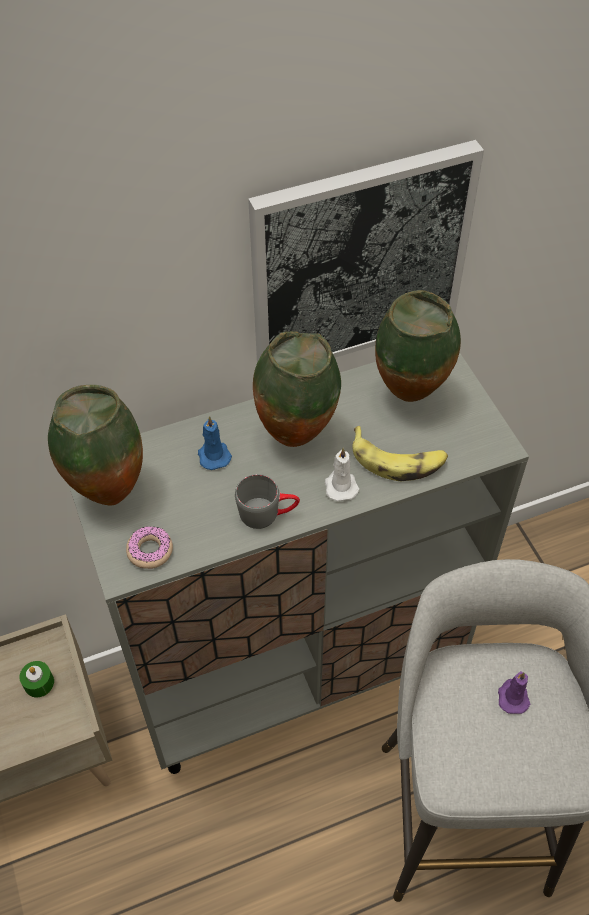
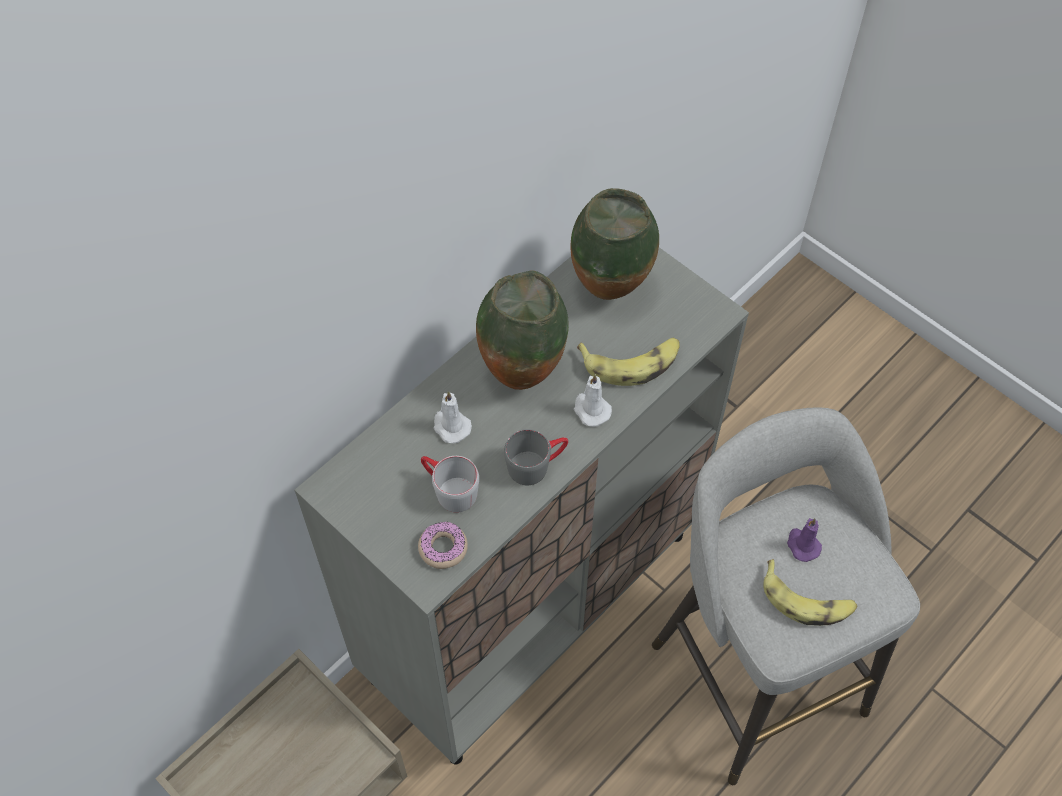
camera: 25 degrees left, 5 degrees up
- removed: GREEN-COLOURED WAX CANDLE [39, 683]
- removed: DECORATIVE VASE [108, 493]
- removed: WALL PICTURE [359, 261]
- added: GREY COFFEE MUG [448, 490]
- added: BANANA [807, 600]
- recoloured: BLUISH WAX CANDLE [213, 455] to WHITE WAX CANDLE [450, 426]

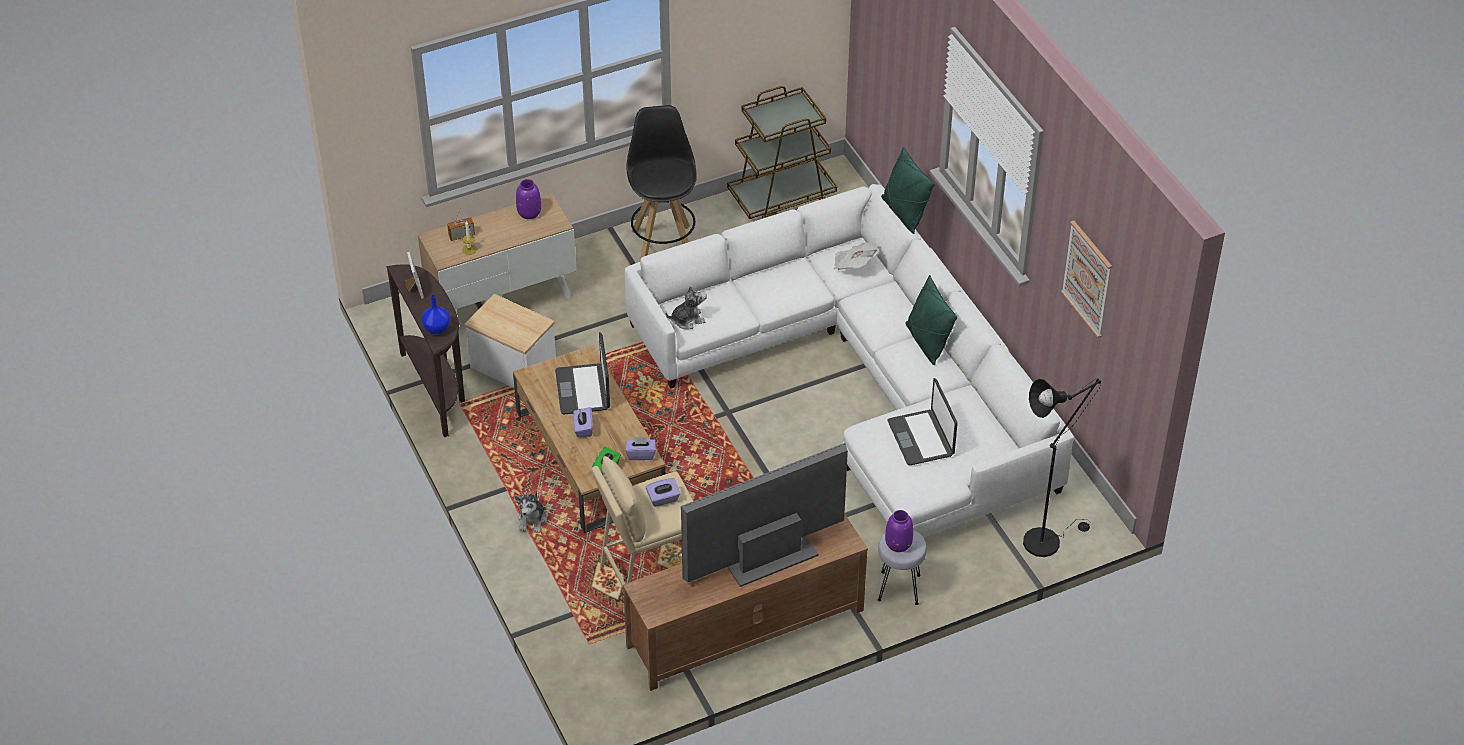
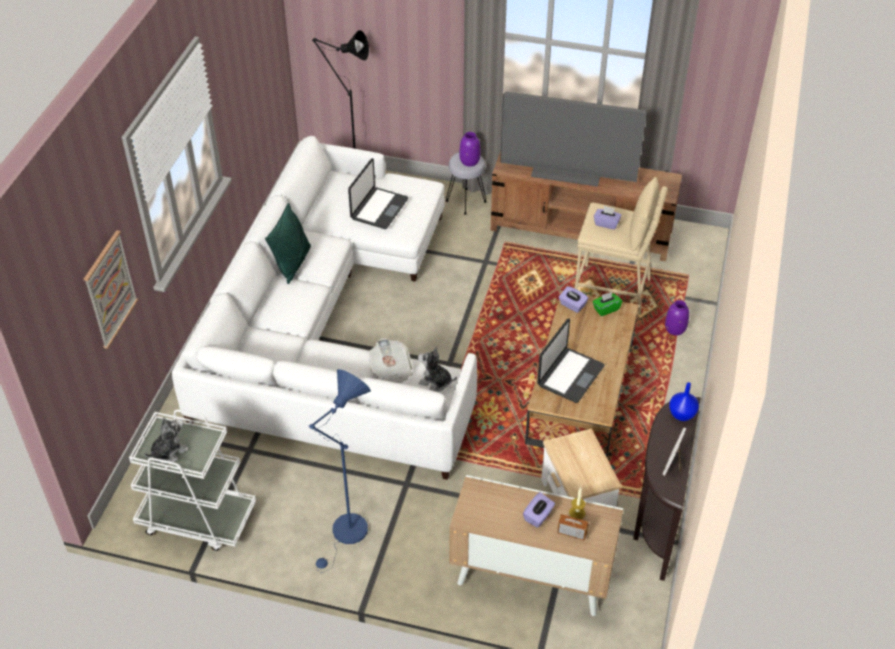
camera: 140 degrees left, 0 degrees up
- removed: GREEN-COLOURED THROW PILLOW [904, 213]
- moved: PLUSH TOY [532, 520] to [169, 451]
- moved: PURPLISH DECORATIVE VASE [529, 213] to [675, 329]
- moved: PURPLISH TISSUE HOLDER [583, 428] to [538, 516]
- moved: DAILY PAPER [854, 265] to [391, 371]
- moved: WALL PICTURE [1087, 278] to [110, 289]
- replaced: BLACK STOOL [664, 248] to BLUISH STANDING LAMP [347, 535]
- recoloured: BROWNISH TROLLEY [782, 197] to WHITE TROLLEY [196, 518]

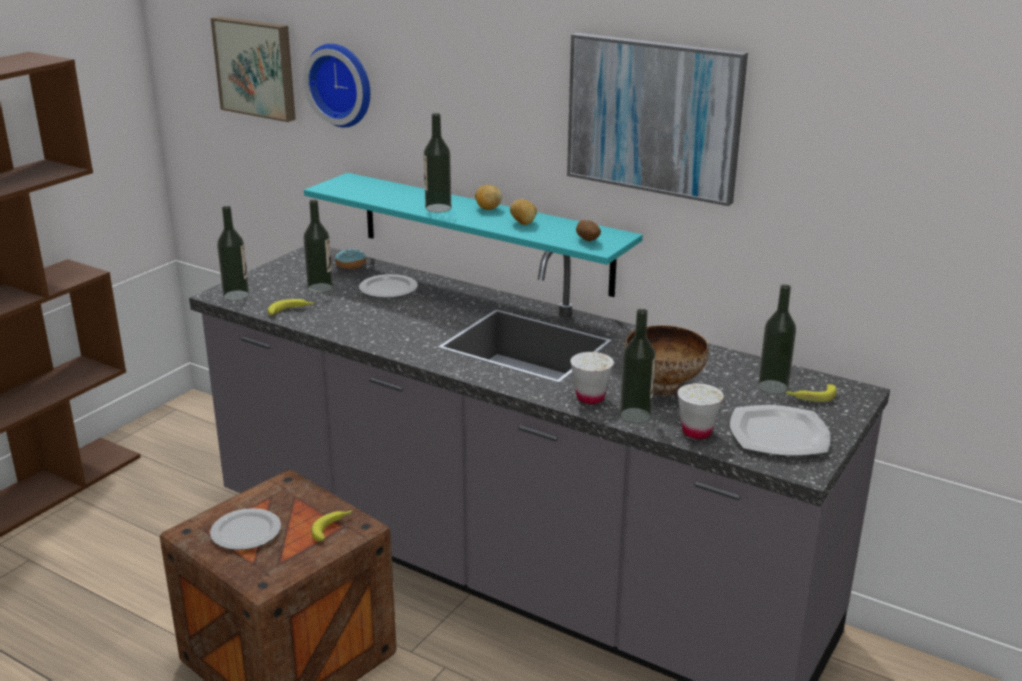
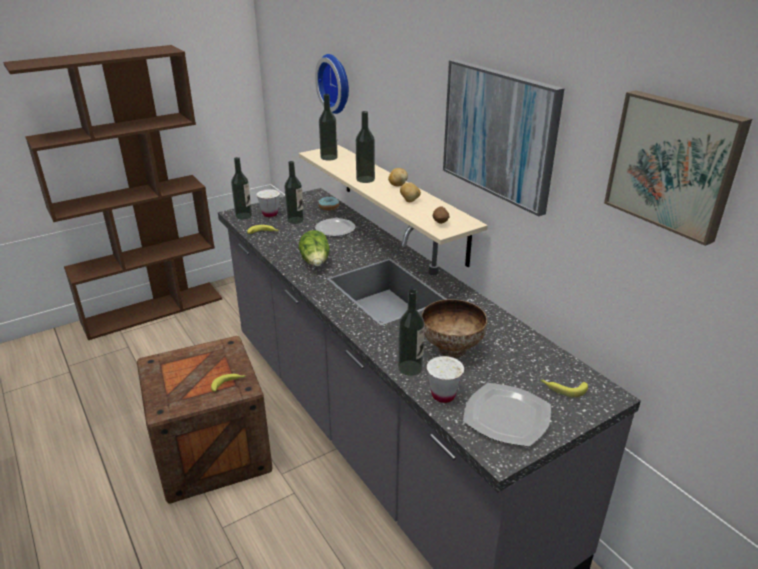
camera: 25 degrees right, 5 degrees up
- removed: DINNER PLATE [245, 532]
- added: HEAD OF LETTUCE [316, 262]
- moved: WALL PICTURE [257, 68] to [674, 164]
- moved: WHITE DRINKING CUP [590, 398] to [270, 214]
- moved: DRINK BOTTLE [773, 387] to [329, 157]
- recoloured: BLUE-GREEN BRACKET SHELF [484, 233] to SAND-COLOURED BRACKET SHELF [401, 202]

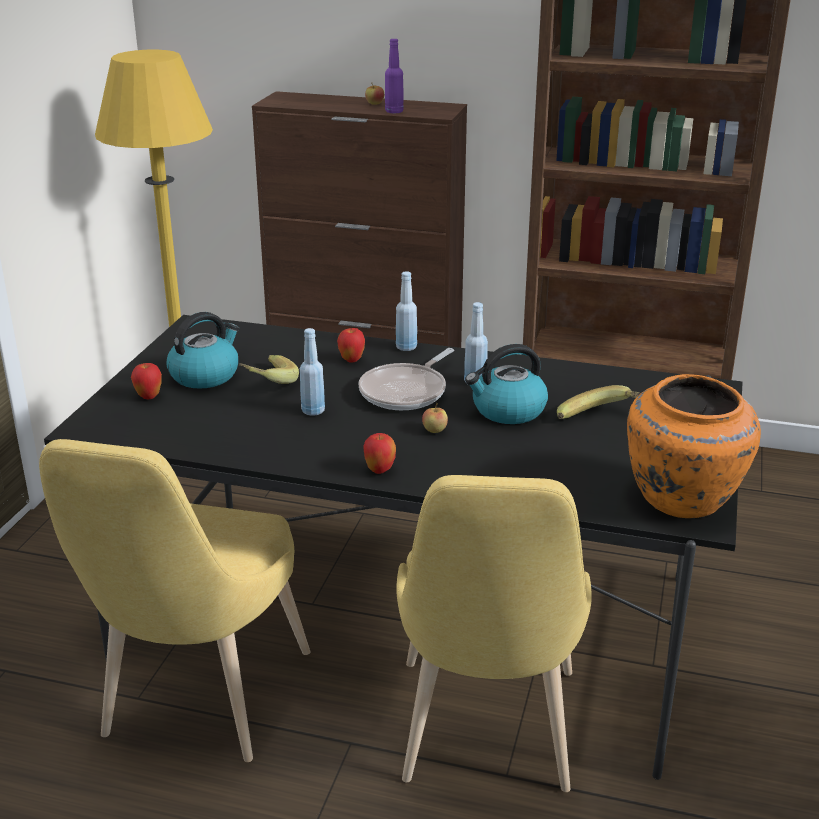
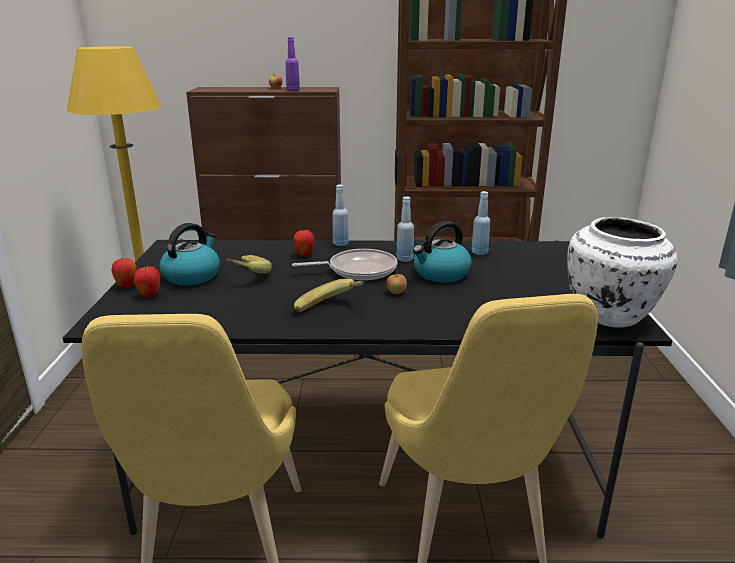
camera: 15 degrees left, 5 degrees down
- moved: BLUISH DRINK BOTTLE [313, 411] to [479, 252]
- moved: WHOLE APPLE [380, 470] to [127, 286]
- moved: BANANA [599, 420] to [330, 310]
- recoloured: ORANGE DECORATIVE VASE [682, 501] to WHITE DECORATIVE VASE [610, 316]
- turned: SKILLET [406, 391] = [358, 270] 120 degrees counterclockwise

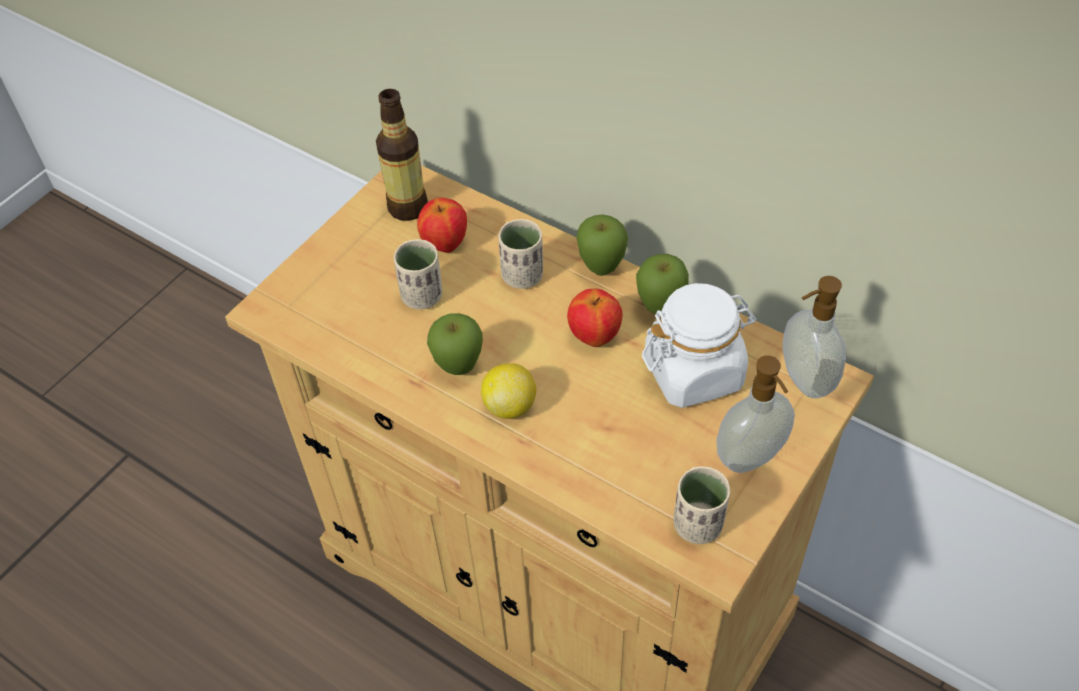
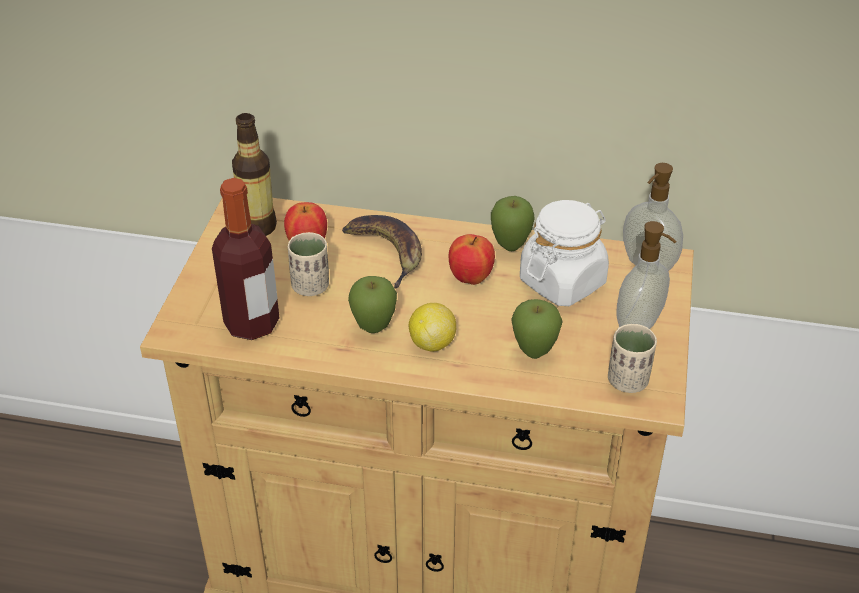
camera: 25 degrees left, 10 degrees down
- added: DRINK BOTTLE [252, 323]
- moved: WHOLE APPLE [601, 269] to [534, 353]
- replaced: SAND-COLOURED DRINKING CUP [522, 276] to BANANA [386, 252]

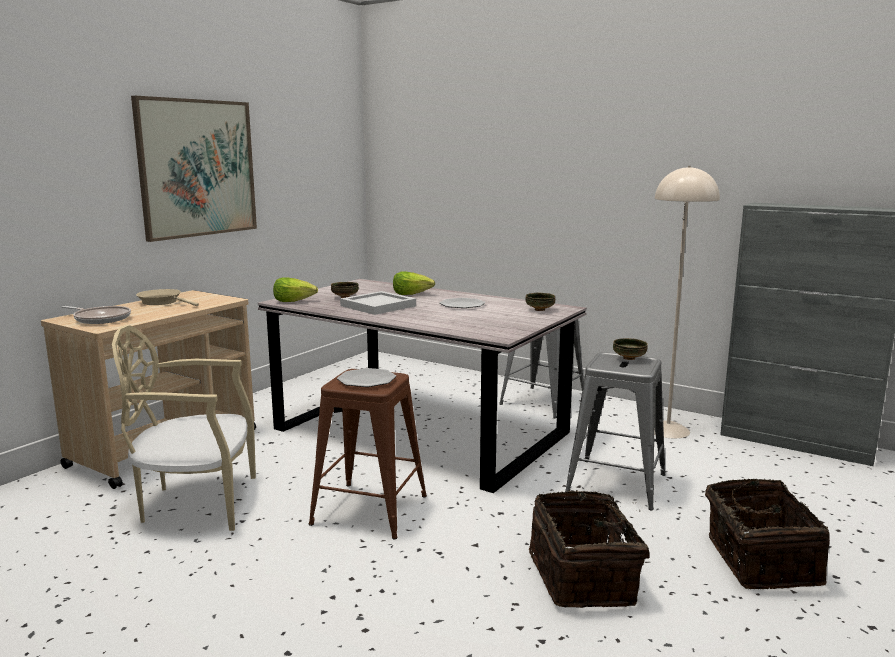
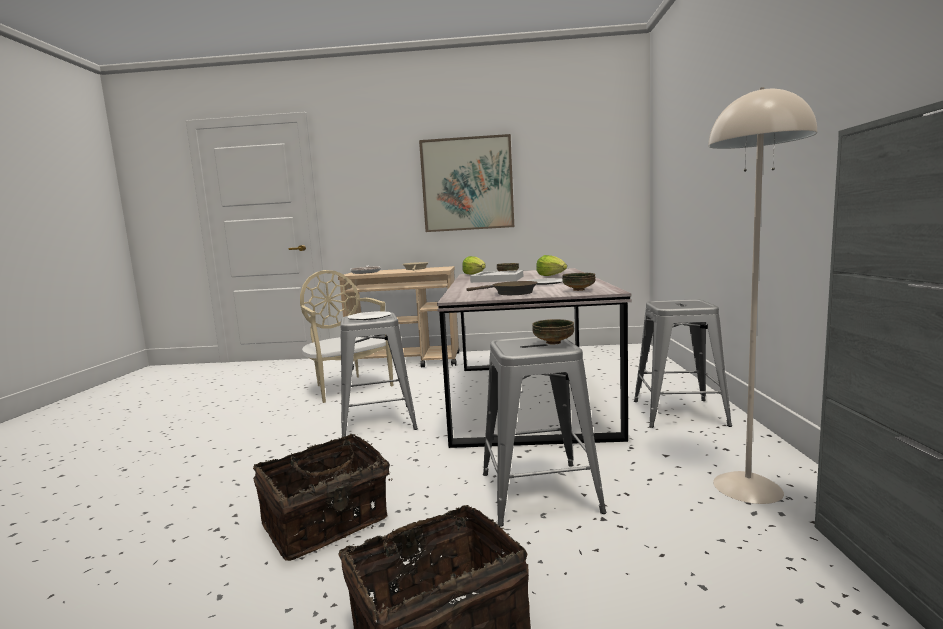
camera: 60 degrees right, 5 degrees down
- added: BROWNISH SKILLET [510, 293]
- recoloured: BROWNISH STOOL [370, 510] to GREY STOOL [378, 422]

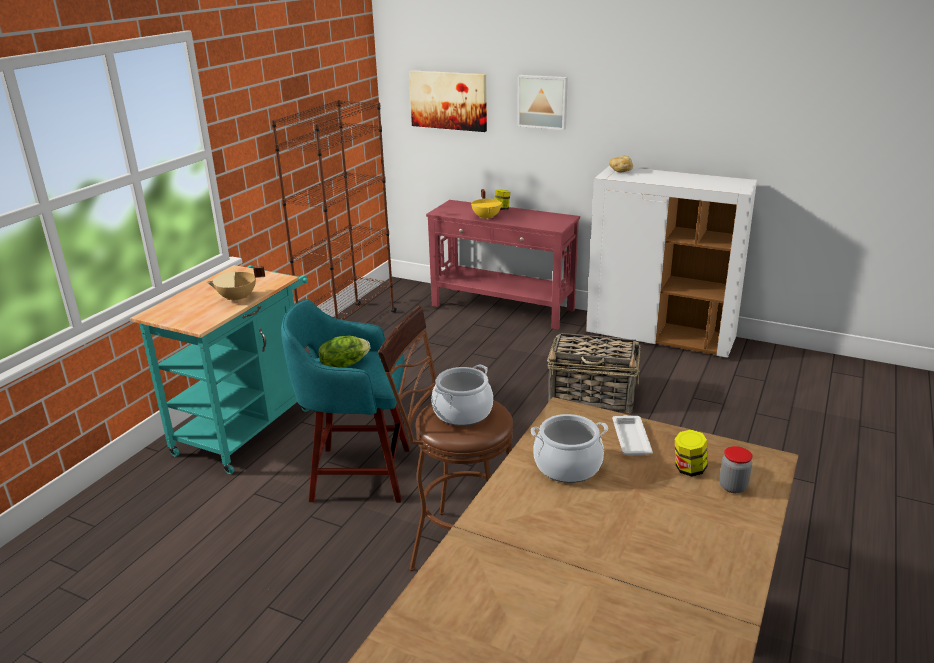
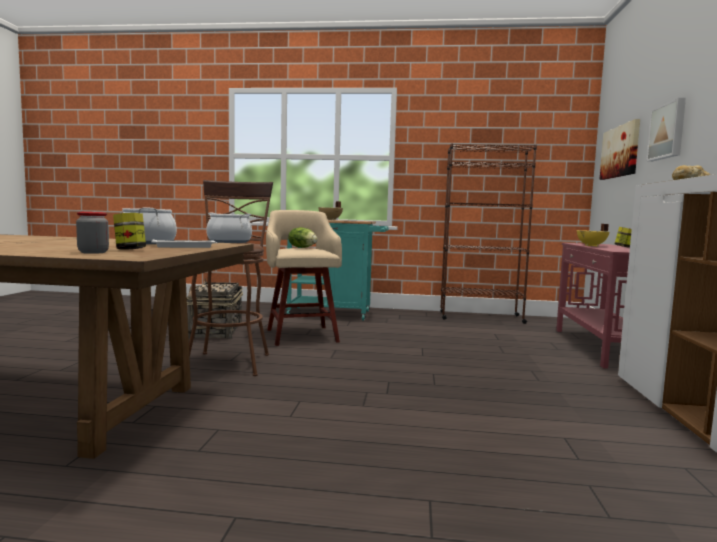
camera: 70 degrees right, 20 degrees down
- moved: HOUSEHOLD BASKET [593, 395] to [216, 331]
- recoloured: BLUE-GREEN STOOL [357, 474] to SAND-COLOURED STOOL [301, 335]

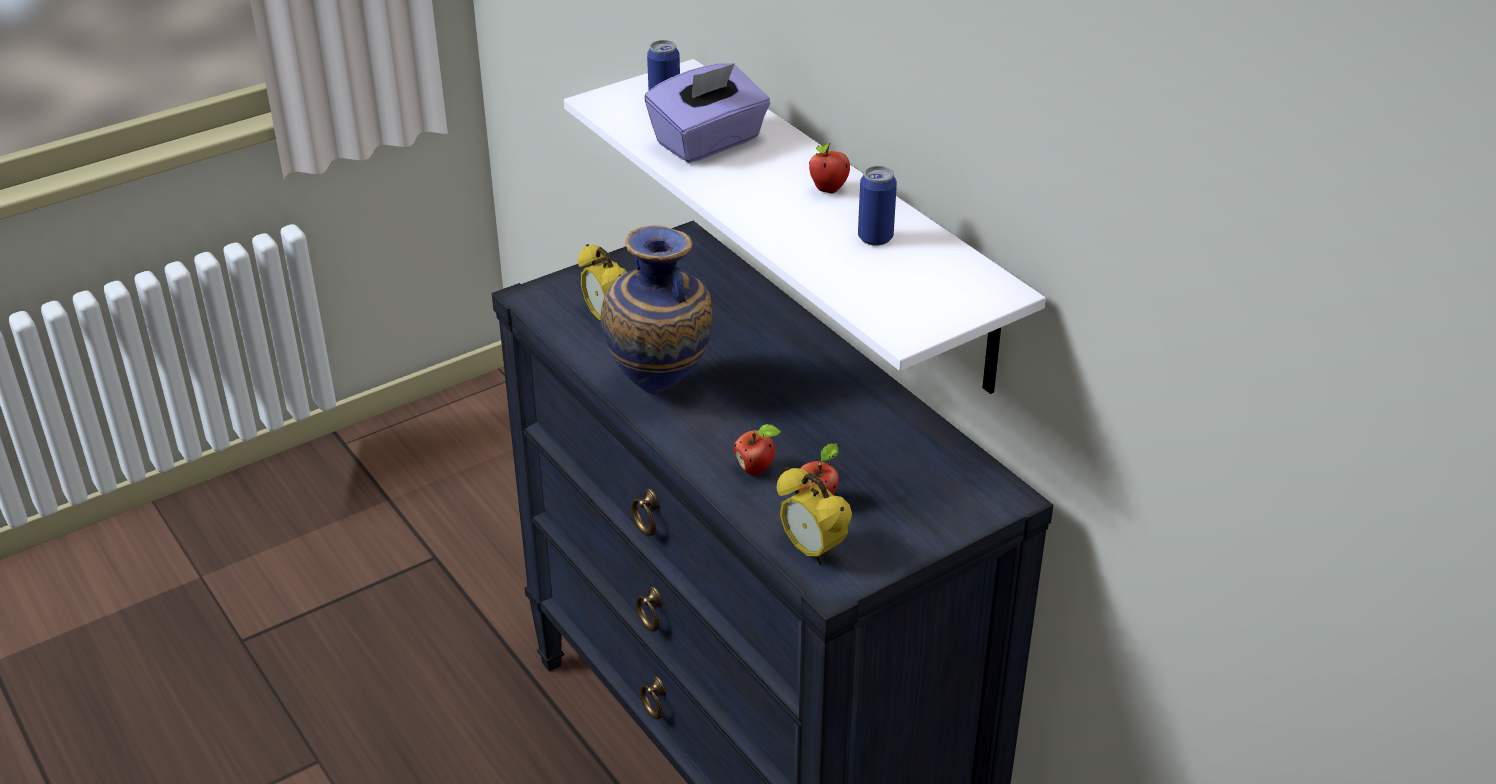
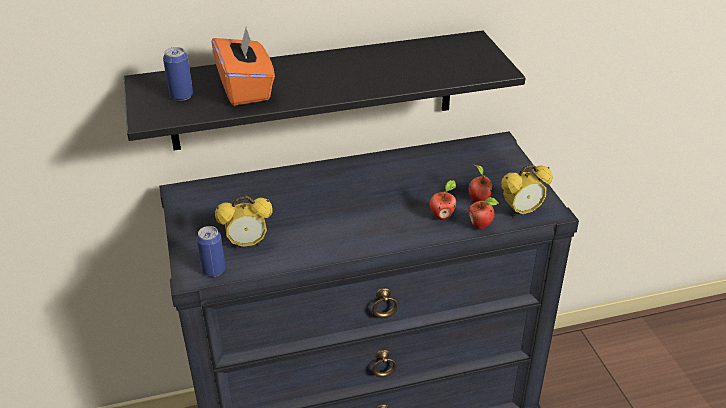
camera: 70 degrees left, 0 degrees up
- removed: DECORATIVE VASE [661, 387]
- moved: WHOLE APPLE [829, 190] to [481, 226]
- moved: CAN [875, 238] to [214, 270]
- recoloured: WHITE BRACKET SHELF [848, 224] to BLACK BRACKET SHELF [313, 91]
- recoloured: PURPLISH TISSUE HOLDER [709, 142] to ORANGE TISSUE HOLDER [246, 89]

